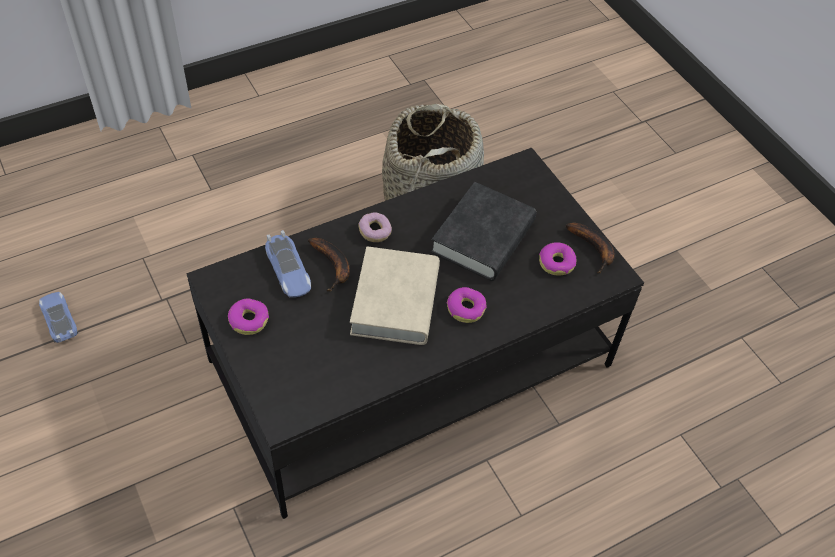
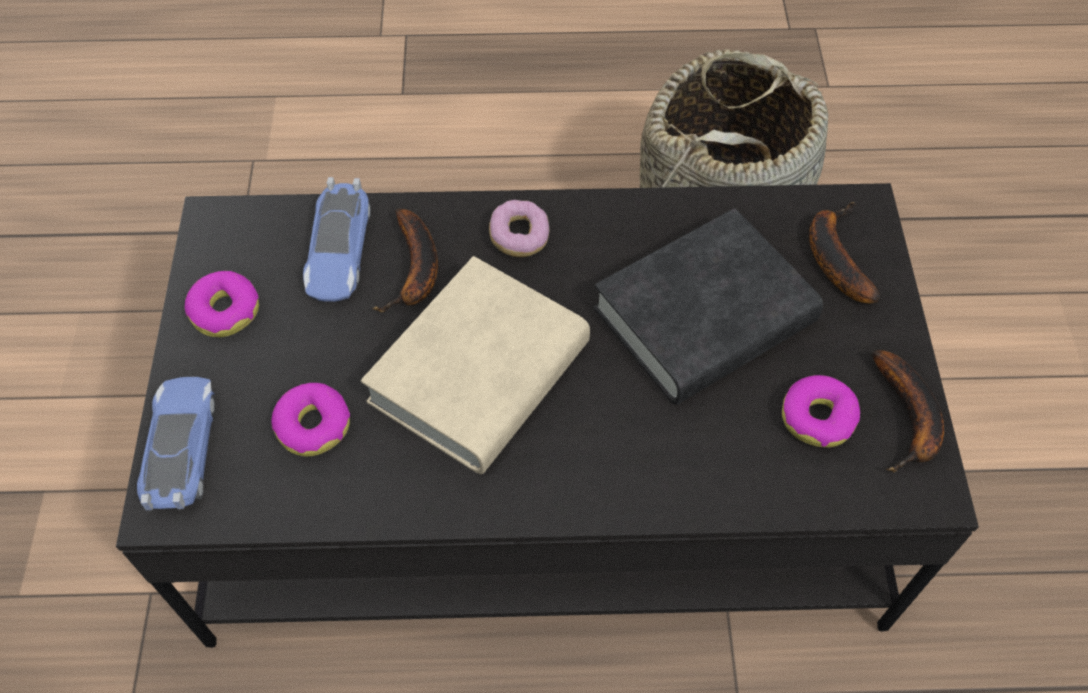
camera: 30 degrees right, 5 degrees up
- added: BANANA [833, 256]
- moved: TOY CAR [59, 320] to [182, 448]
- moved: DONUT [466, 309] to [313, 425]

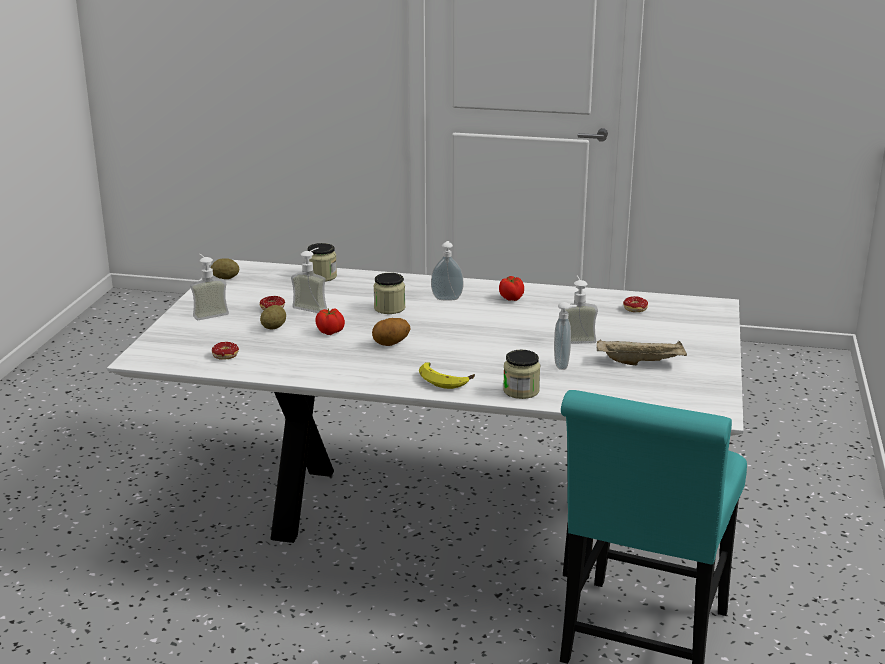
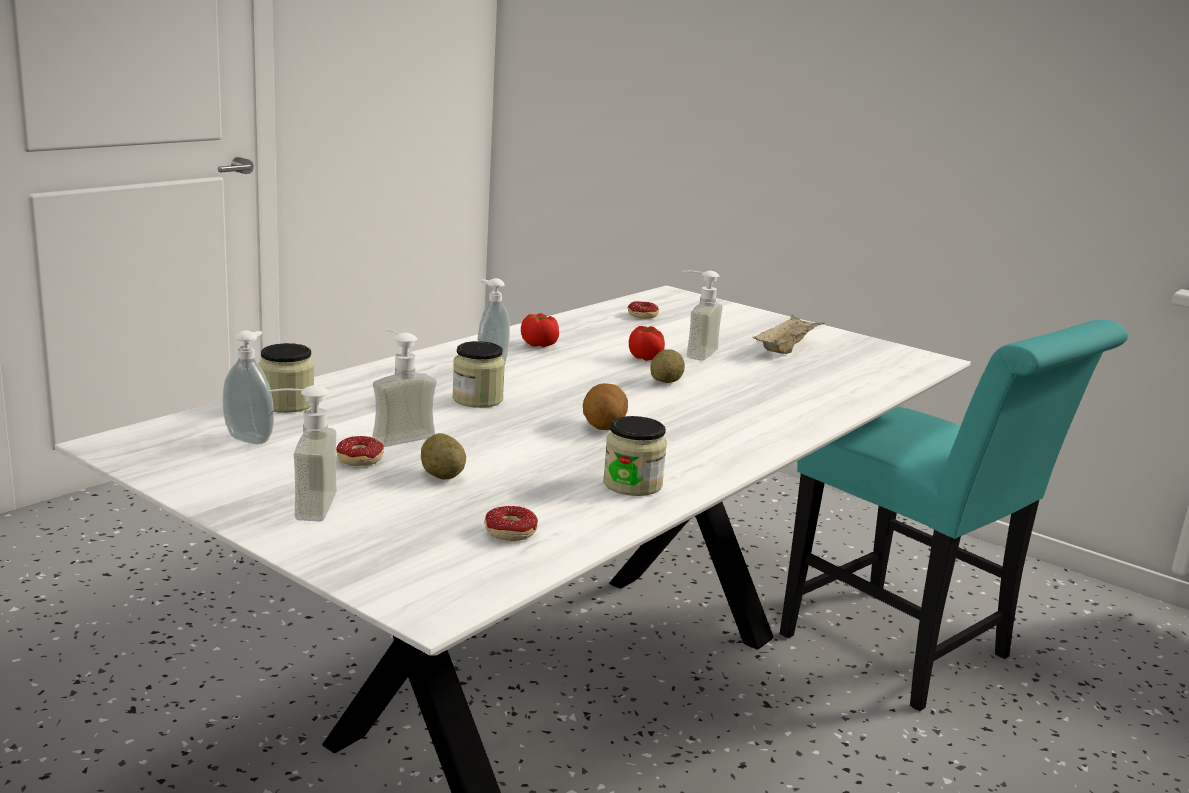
camera: 65 degrees left, 5 degrees down
- removed: BANANA [445, 379]
- moved: SPUD [225, 278] to [665, 382]
- moved: TOMATO [330, 332] to [645, 358]
- moved: PRESERVE JAR [521, 391] to [632, 484]
- moved: SOAP BOTTLE [563, 365] to [251, 438]

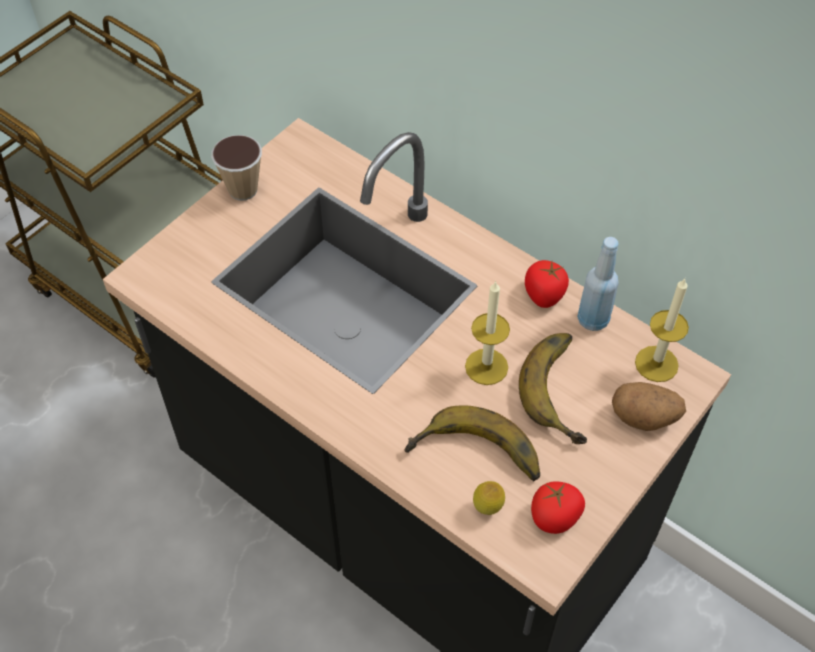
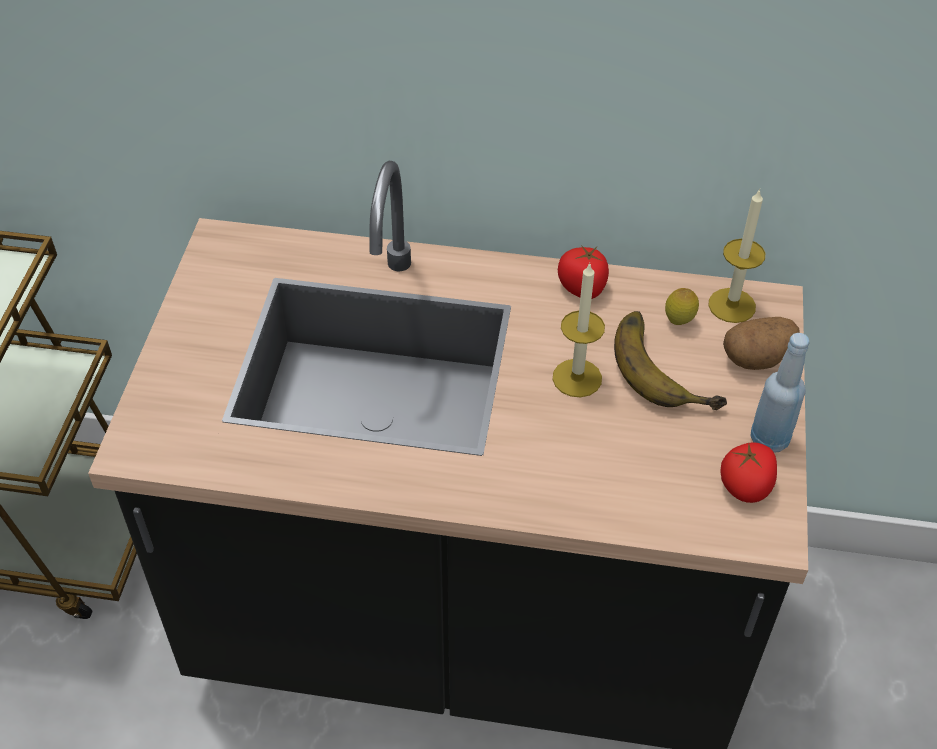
camera: 30 degrees left, 5 degrees down
- removed: DRINKING CUP [243, 190]
- removed: BANANA [475, 459]
- moved: CITRUS FRUIT [487, 508] to [678, 322]
- moved: BLUISH DRINK BOTTLE [592, 319] to [769, 439]

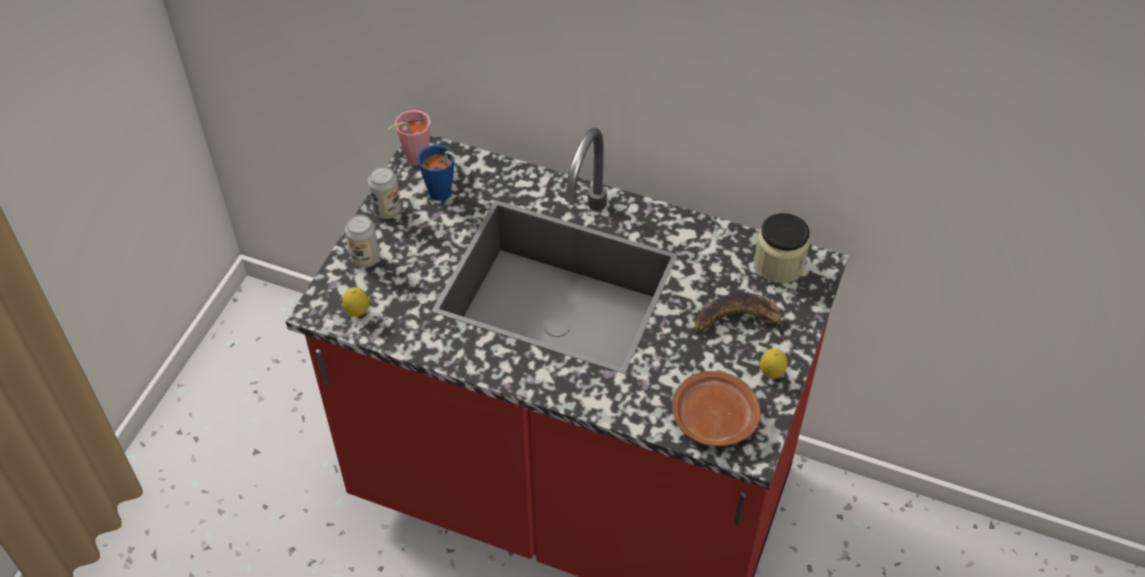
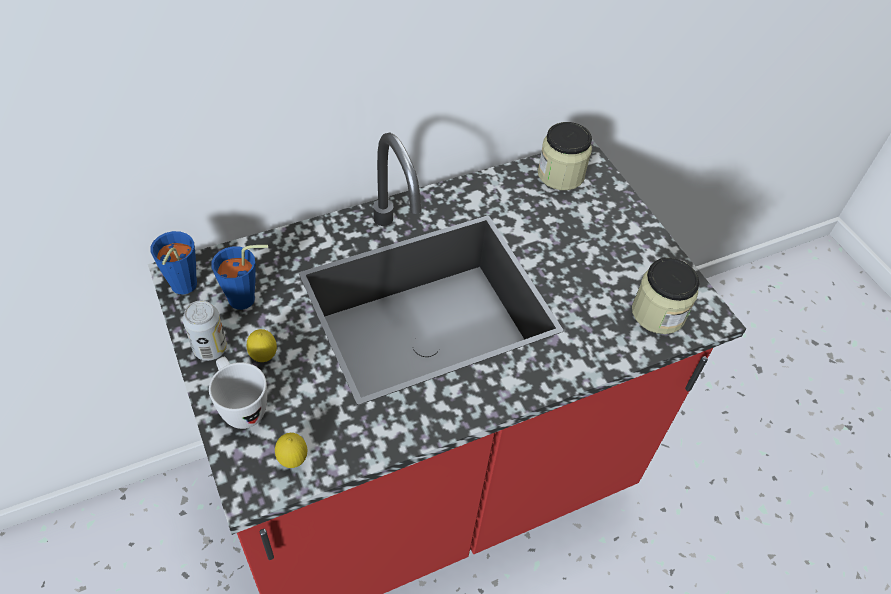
camera: 50 degrees left, 0 degrees up
- removed: BANANA [739, 322]
- moved: CITRUS FRUIT [771, 374] to [264, 357]
- replaced: CAN [365, 258] to WHITE COFFEE MUG [240, 406]
- replaced: BROWNISH DINNER PLATE [713, 417] to PRESERVE JAR [658, 313]
- recoloured: PINK DRINKING CUP [412, 159] to BLUISH DRINKING CUP [181, 289]

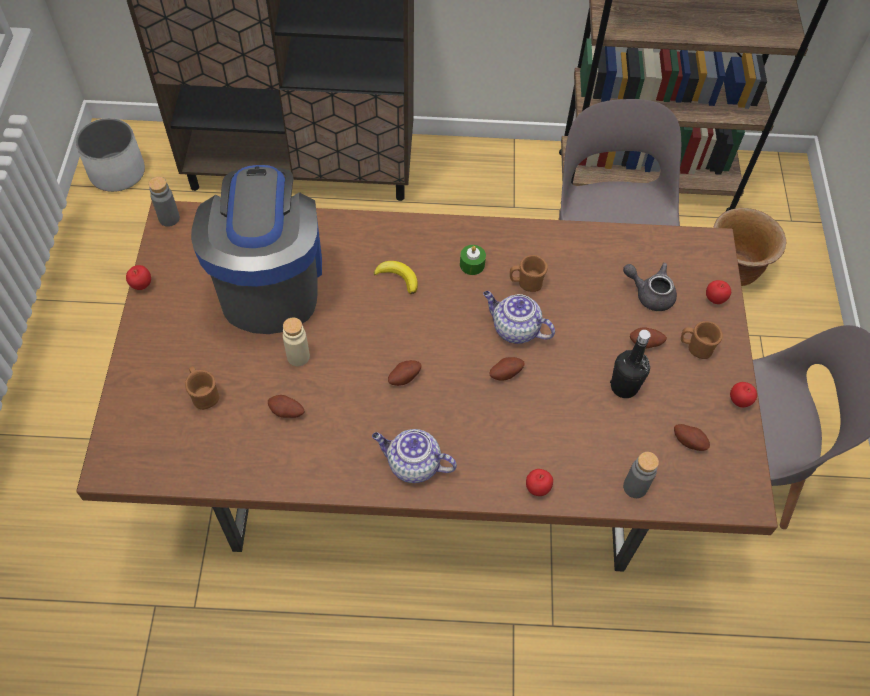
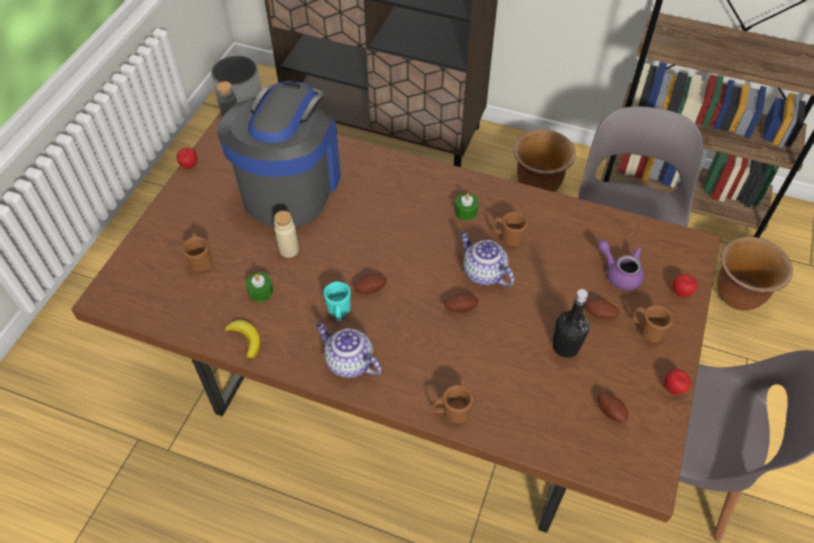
camera: 20 degrees right, 5 degrees down
- removed: GREY DRINK BOTTLE [635, 487]
- added: BLUE-GREEN COFFEE MUG [339, 312]
- added: BROWNISH PLANT POT [538, 185]
- moved: BANANA [398, 278] to [246, 339]
- replaced: SPUD [286, 412] to GREEN-COLOURED WAX CANDLE [260, 291]
- replaced: WHOLE APPLE [537, 488] to BROWNISH COFFEE MUG [451, 413]
- recoloured: GREY POT FOR TEA [649, 293] to PURPLISH POT FOR TEA [619, 273]

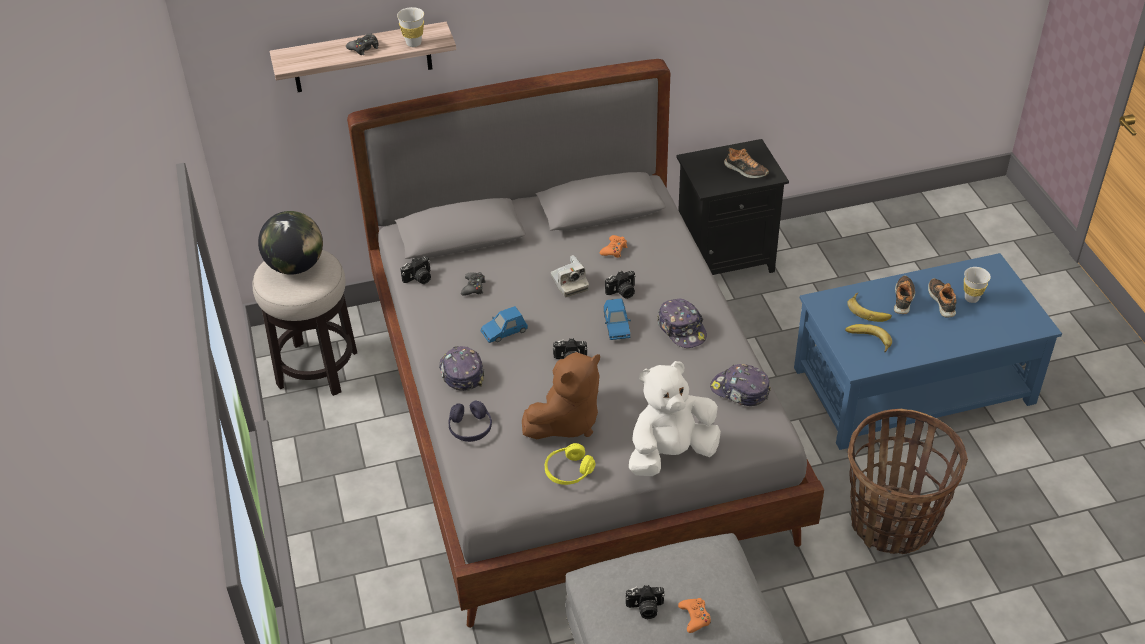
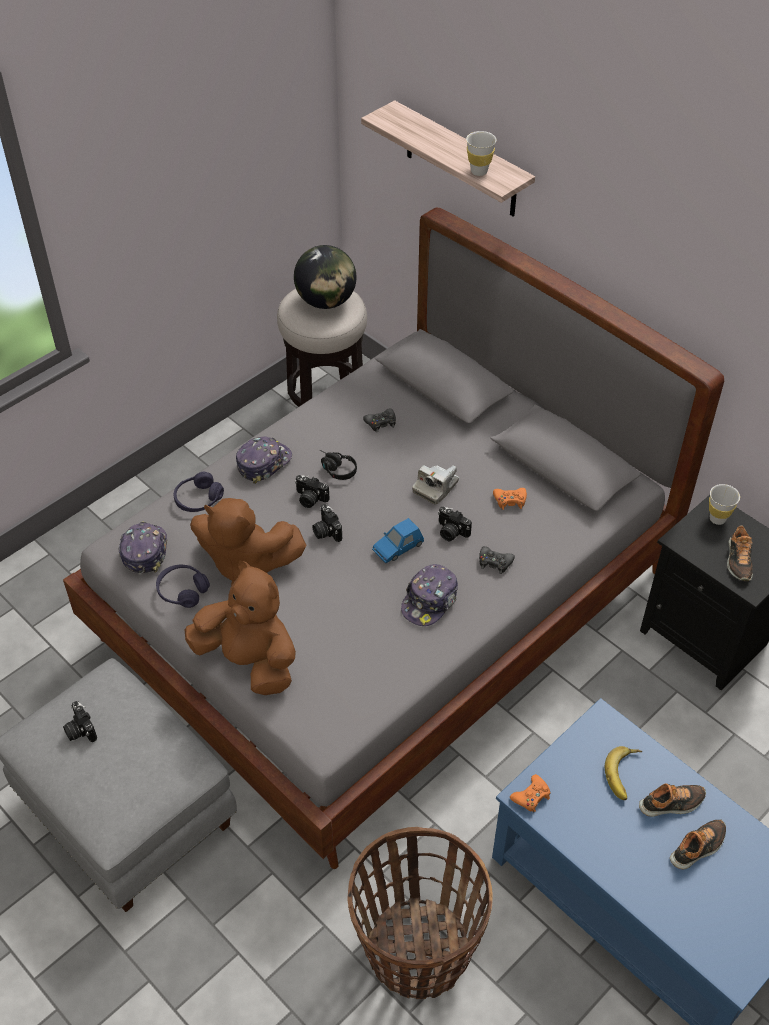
camera: 60 degrees right, 5 degrees up
- removed: BANANA [867, 340]
- moved: BLACK JOYPAD [364, 48] to [494, 562]
- moved: PHOTO CAMERA [419, 279] to [310, 499]
- moved: ORANGE JOYPAD [695, 617] to [531, 796]
- moved: BASEBALL CAP [740, 391] to [144, 551]
- moved: WHITE DRINKING CUP [971, 298] to [717, 519]
- replaced: BLUISH TOY CAR [504, 331] to BLACK HEADPHONES [335, 469]
- recoloured: YELLOW HEADPHONES [568, 471] to PURPLISH HEADPHONES [182, 591]
- recoloured: WHITE PLUSH TOY [670, 453] to BROWNISH PLUSH TOY [249, 661]

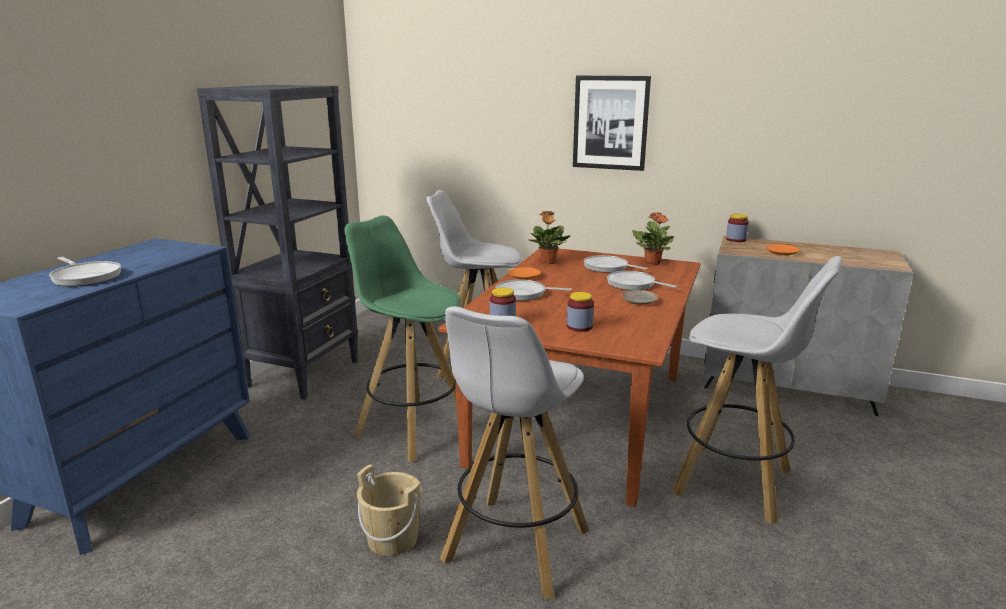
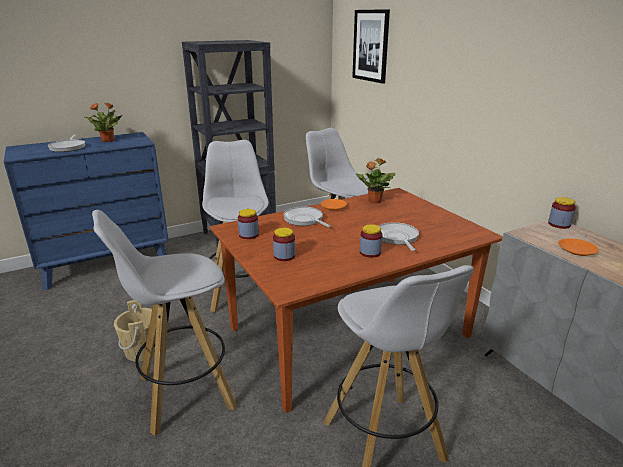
camera: 40 degrees right, 5 degrees up
- removed: SKILLET [608, 268]
- moved: WALL PICTURE [610, 123] to [371, 46]
- moved: PLANT IN A POT [652, 262] to [108, 141]
- replaced: SAND-COLOURED DINNER PLATE [639, 301] to PRESERVE JAR [370, 252]
- recoloured: GREEN-COLOURED STOOL [412, 429] to WHITE STOOL [242, 292]

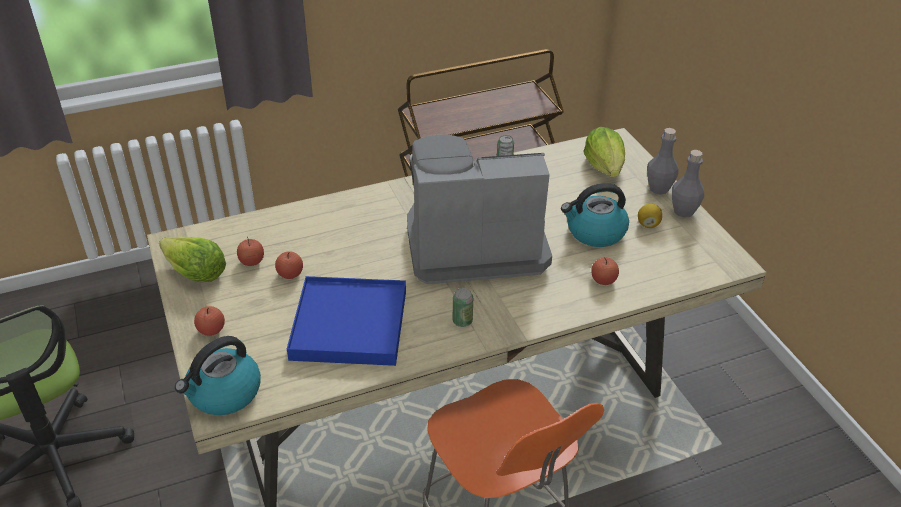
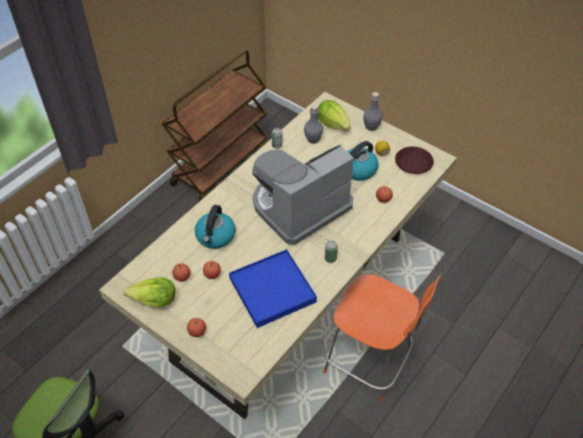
camera: 30 degrees left, 10 degrees up
- added: BROWNISH DINNER PLATE [413, 163]
- moved: KETTLE [224, 393] to [215, 236]
- moved: GREY DRINK BOTTLE [683, 211] to [313, 139]

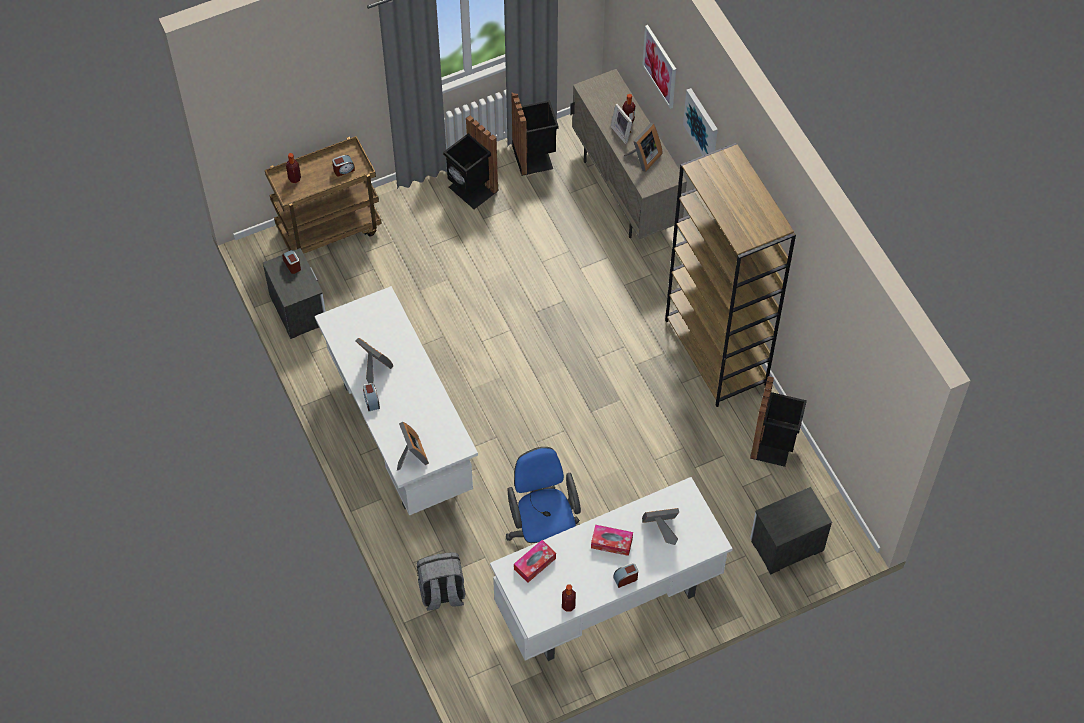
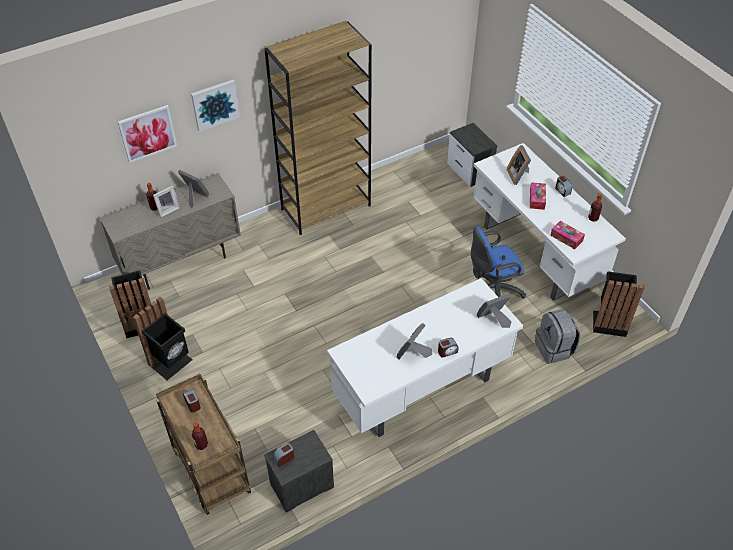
camera: 95 degrees left, 10 degrees down
- moved: BLACK WASTE BIN [774, 445] to [609, 322]

